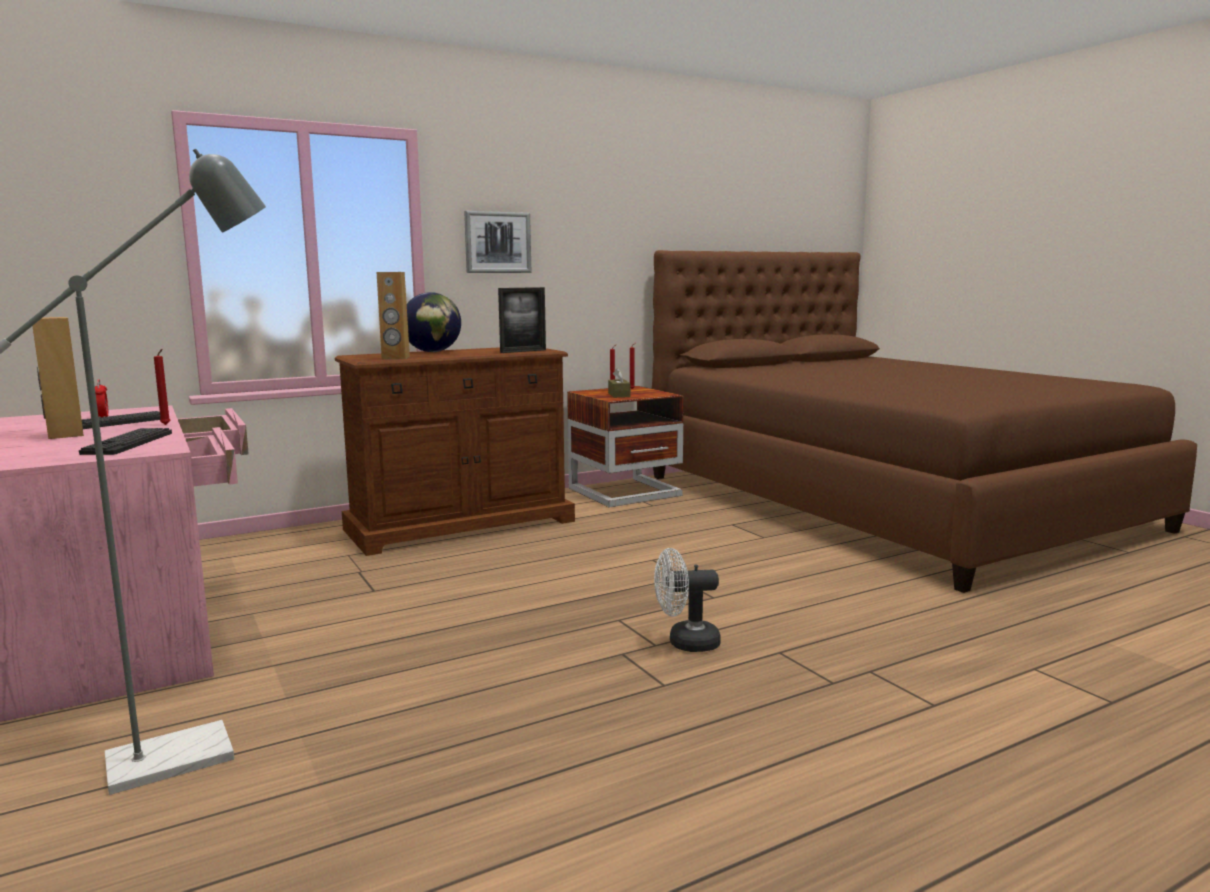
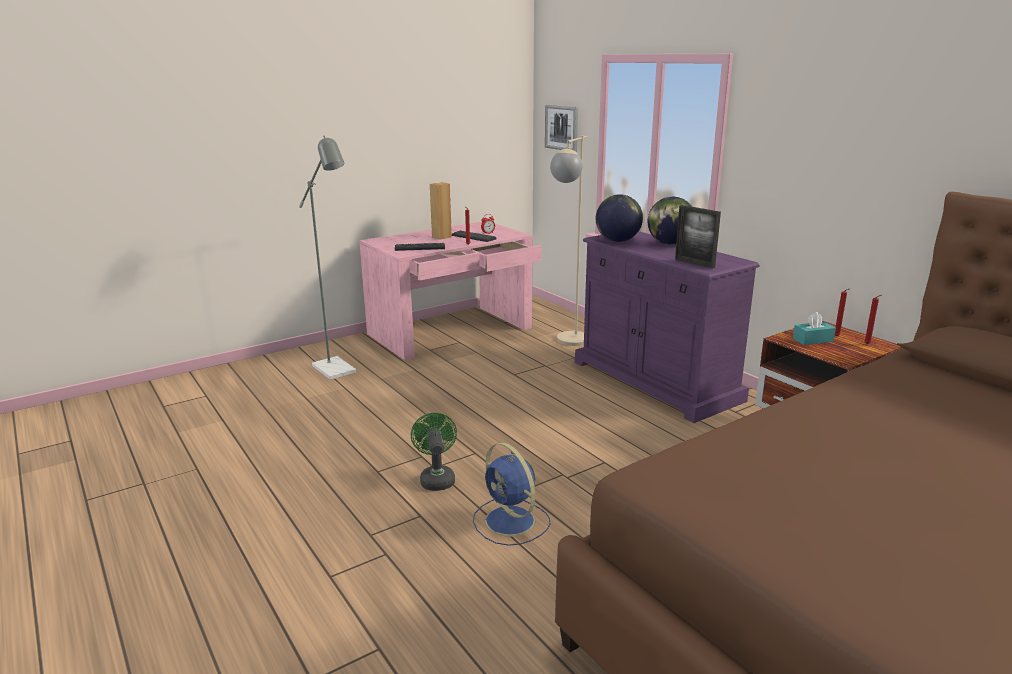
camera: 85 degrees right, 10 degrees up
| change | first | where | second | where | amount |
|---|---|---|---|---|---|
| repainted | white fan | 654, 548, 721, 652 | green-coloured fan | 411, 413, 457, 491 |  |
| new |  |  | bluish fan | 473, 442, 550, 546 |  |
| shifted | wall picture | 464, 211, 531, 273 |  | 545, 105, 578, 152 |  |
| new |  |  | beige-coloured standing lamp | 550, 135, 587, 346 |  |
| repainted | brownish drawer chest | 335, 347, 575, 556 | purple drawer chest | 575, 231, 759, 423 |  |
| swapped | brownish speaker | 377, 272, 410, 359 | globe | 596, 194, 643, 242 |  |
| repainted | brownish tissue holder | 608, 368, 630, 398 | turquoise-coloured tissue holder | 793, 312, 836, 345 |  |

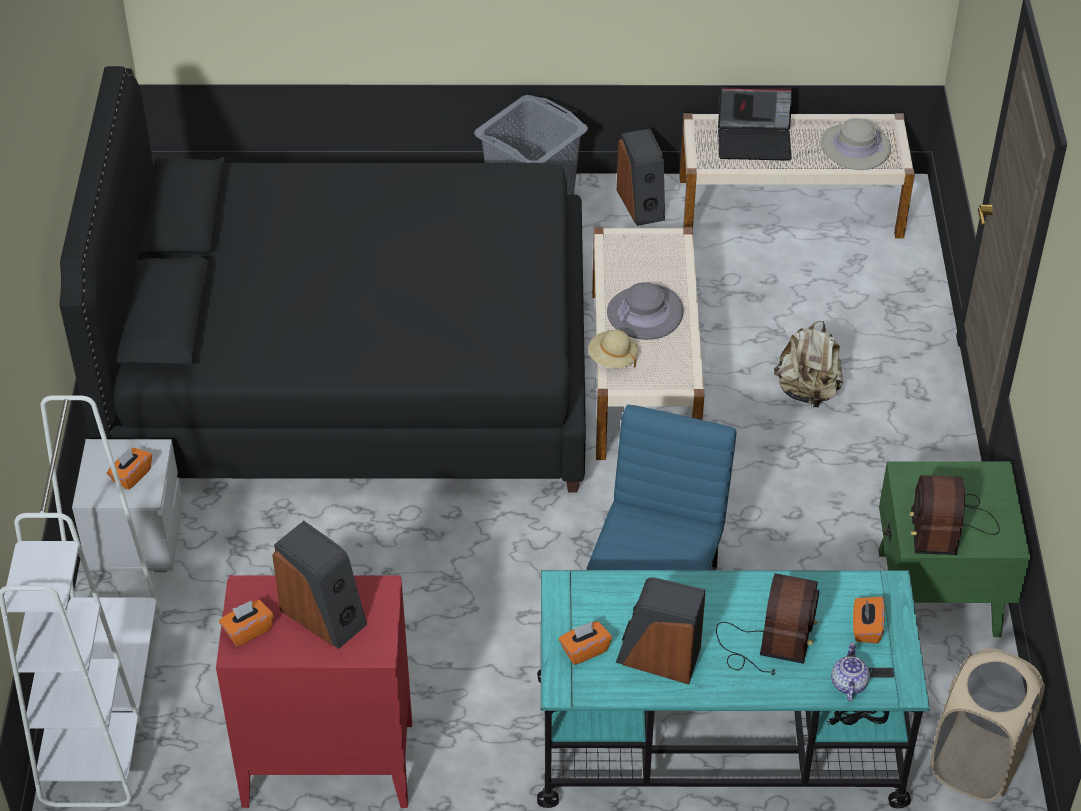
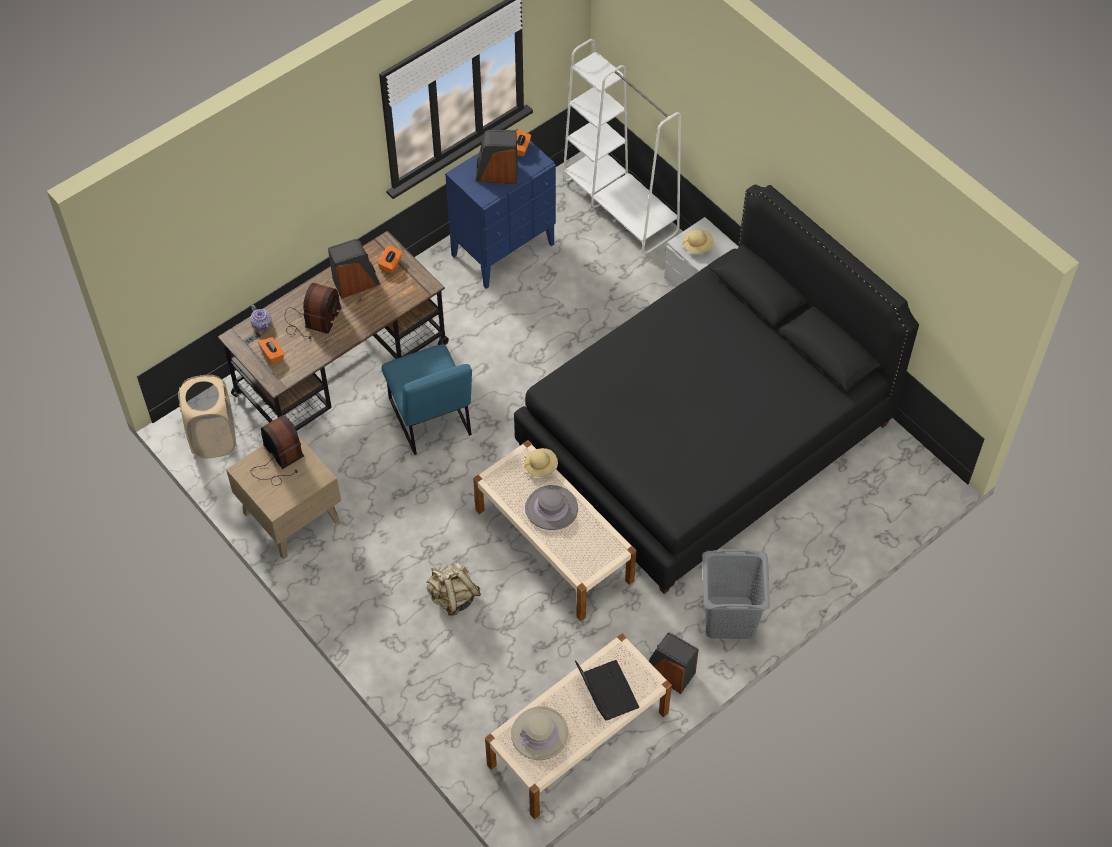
camera: 140 degrees right, 10 degrees up
| change | first | where | second | where | amount |
|---|---|---|---|---|---|
| repainted | turquoise-coloured desk unit | 537, 570, 930, 808 | brownish desk unit | 218, 231, 449, 431 |  |
| repainted | green-coloured nightstand | 878, 461, 1030, 637 | beige-coloured nightstand | 226, 436, 341, 559 |  |
| rotated | radio receiver | 716, 573, 819, 675 |  | 285, 283, 342, 339 | 135 degrees counterclockwise |
| repainted | red-coloured drawer chest | 216, 575, 412, 808 | bluish drawer chest | 445, 129, 556, 289 |  |
| rotated | laptop | 718, 87, 793, 161 |  | 575, 660, 639, 720 | 105 degrees clockwise |
| swapped | orangey tissue holder | 107, 447, 152, 490 | beige-coloured hat | 682, 229, 714, 254 |  |

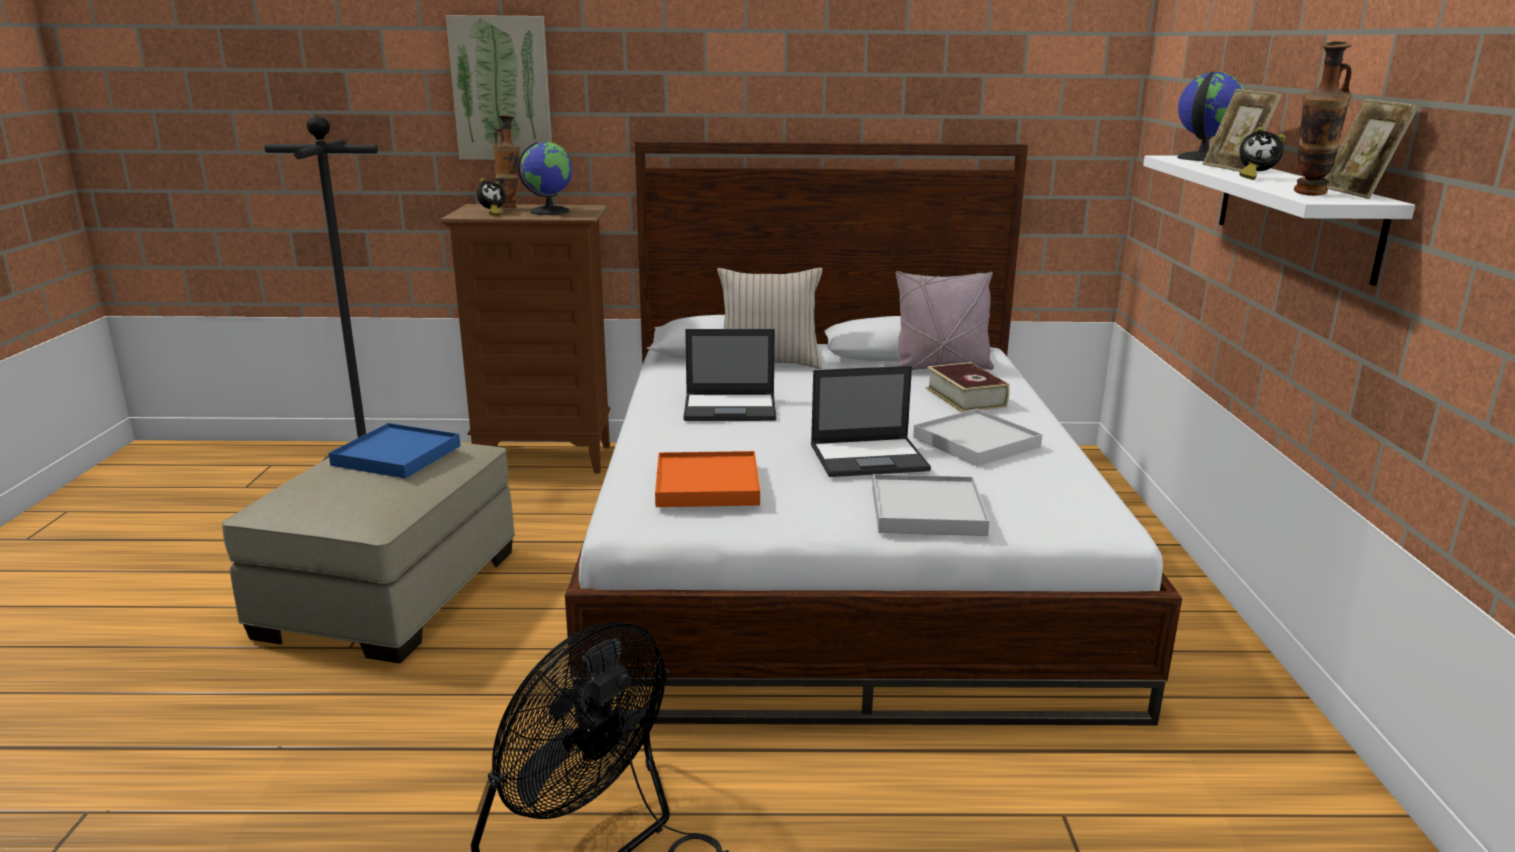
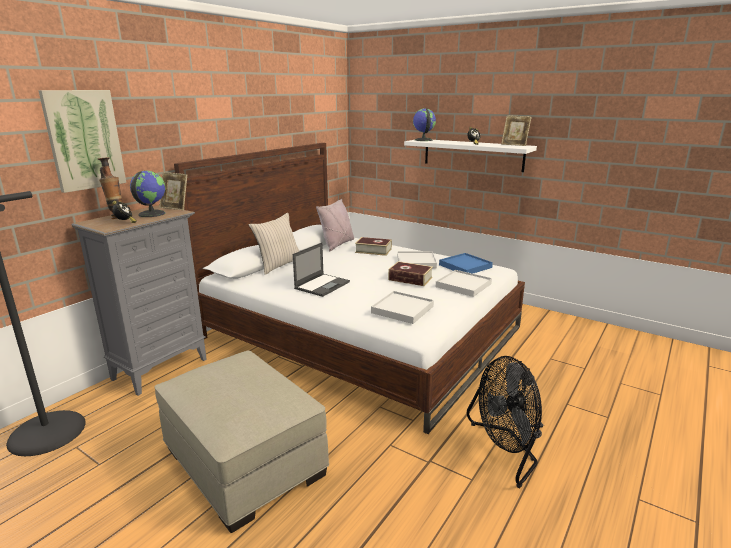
camera: 55 degrees left, 0 degrees up
| change | first | where | second | where | amount |
|---|---|---|---|---|---|
| repainted | brownish drawer chest | 440, 204, 611, 473 | greyish drawer chest | 72, 205, 207, 396 |  |
| shifted | photo frame | 1202, 89, 1282, 172 |  | 159, 172, 187, 210 |  |
| repainted | orangey serving tray | 655, 451, 760, 507 | white serving tray | 371, 291, 434, 324 |  |
| swapped | laptop | 811, 366, 931, 477 | book | 388, 261, 433, 286 |  |
| shifted | bluish serving tray | 329, 423, 460, 479 |  | 439, 253, 493, 274 |  |
| gone | flower vase | 1294, 41, 1352, 196 |  |  |  |

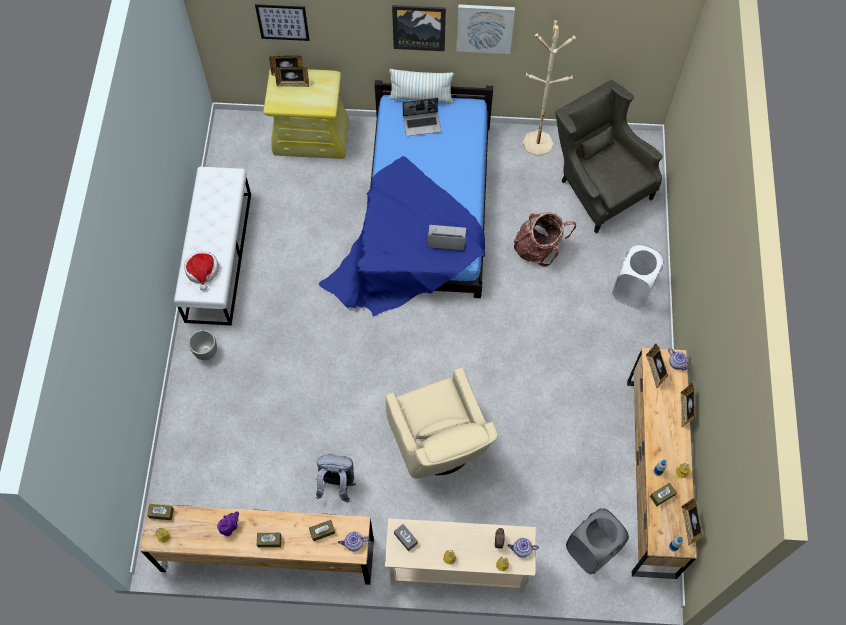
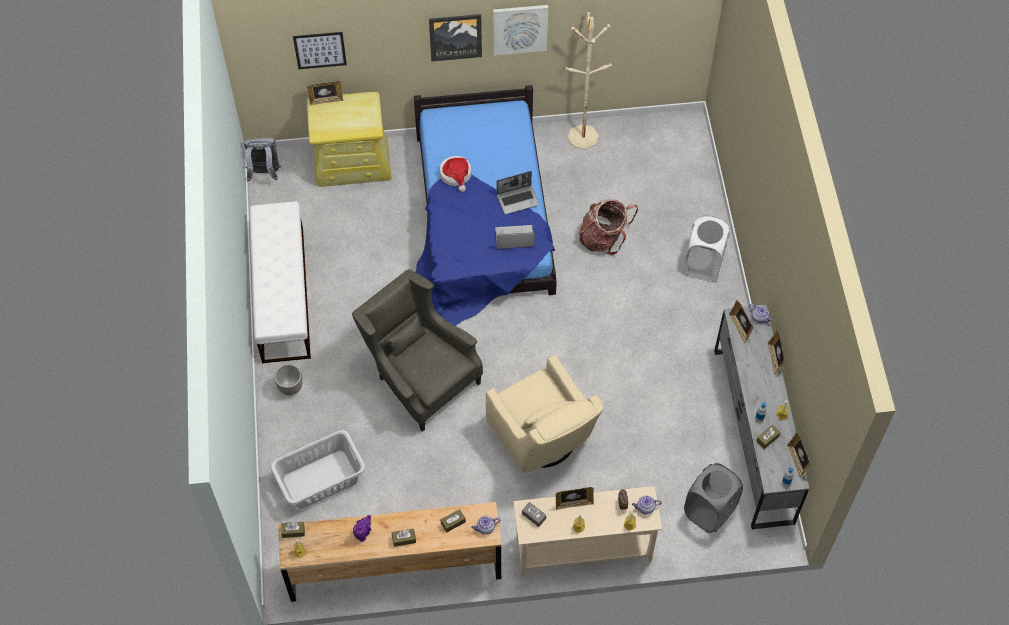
camera: 10 degrees left, 5 degrees down
| change | first | where | second | where | amount |
|---|---|---|---|---|---|
| shifted | greyish knapsack | 316, 454, 356, 503 |  | 244, 138, 281, 181 |  |
| new |  |  | greyish hamper | 270, 430, 366, 509 |  |
| shifted | greyish armchair | 556, 80, 663, 233 |  | 352, 269, 483, 432 |  |
| shifted | hat | 184, 251, 219, 291 |  | 439, 156, 472, 192 |  |
| shifted | laptop | 402, 98, 441, 136 |  | 497, 171, 539, 214 |  |
| shifted | photo frame | 274, 67, 309, 87 |  | 556, 487, 594, 510 |  |
| repainted | brownish drawer chest | 627, 348, 697, 579 | greyish drawer chest | 714, 305, 809, 529 |  |
| gone | cushion | 389, 69, 454, 104 |  |  |  |

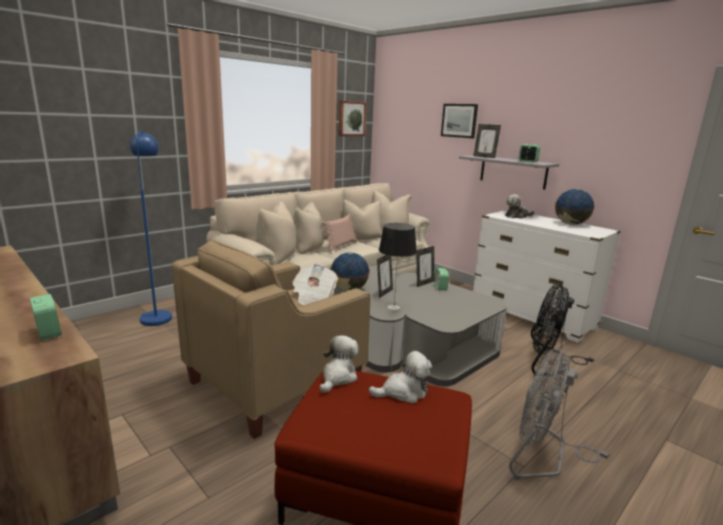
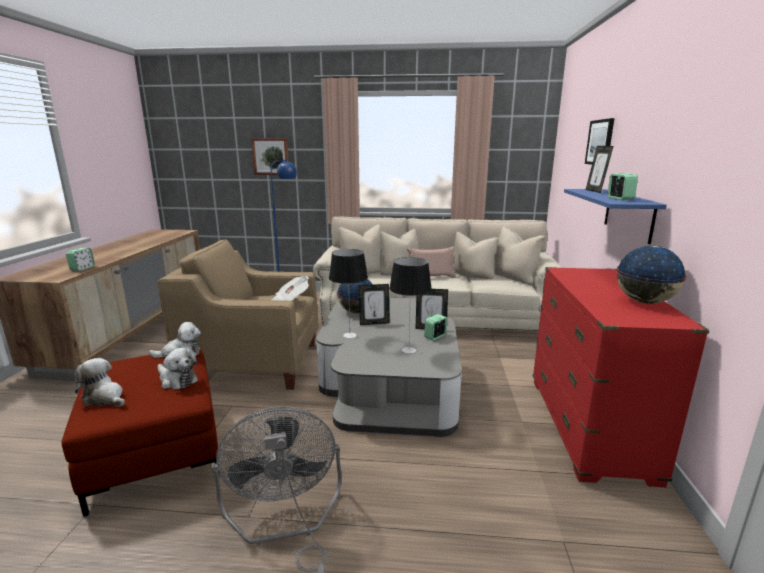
camera: 50 degrees right, 0 degrees up
| change | first | where | second | where | amount |
|---|---|---|---|---|---|
| shifted | cuddly toy | 505, 194, 534, 218 |  | 75, 358, 125, 407 |  |
| shifted | wall picture | 339, 101, 366, 136 |  | 251, 138, 289, 175 |  |
| new |  |  | tabletop lamp | 389, 257, 432, 354 |  |
| repainted | white drawer chest | 473, 210, 621, 343 | red-coloured drawer chest | 533, 267, 710, 487 |  |
| repainted | greyish bracket shelf | 459, 155, 559, 190 | bluish bracket shelf | 564, 189, 667, 244 |  |
| gone | black fan | 531, 285, 594, 376 |  |  |  |

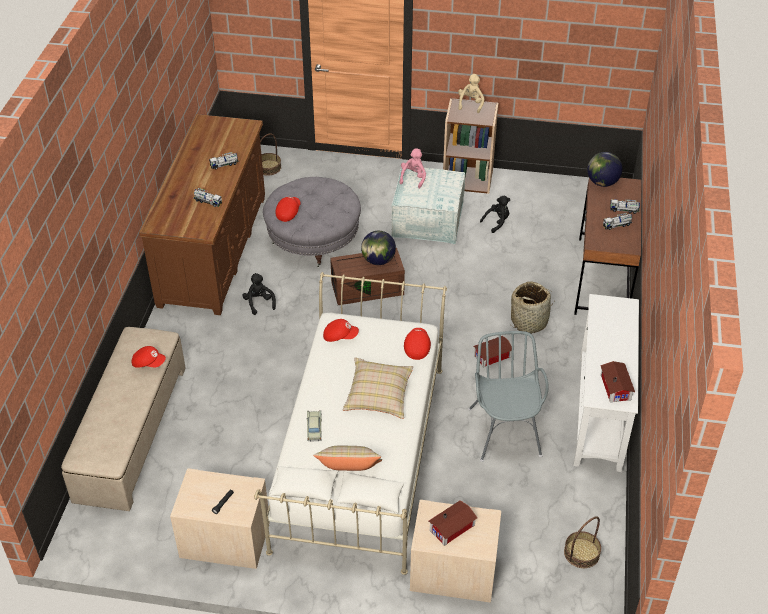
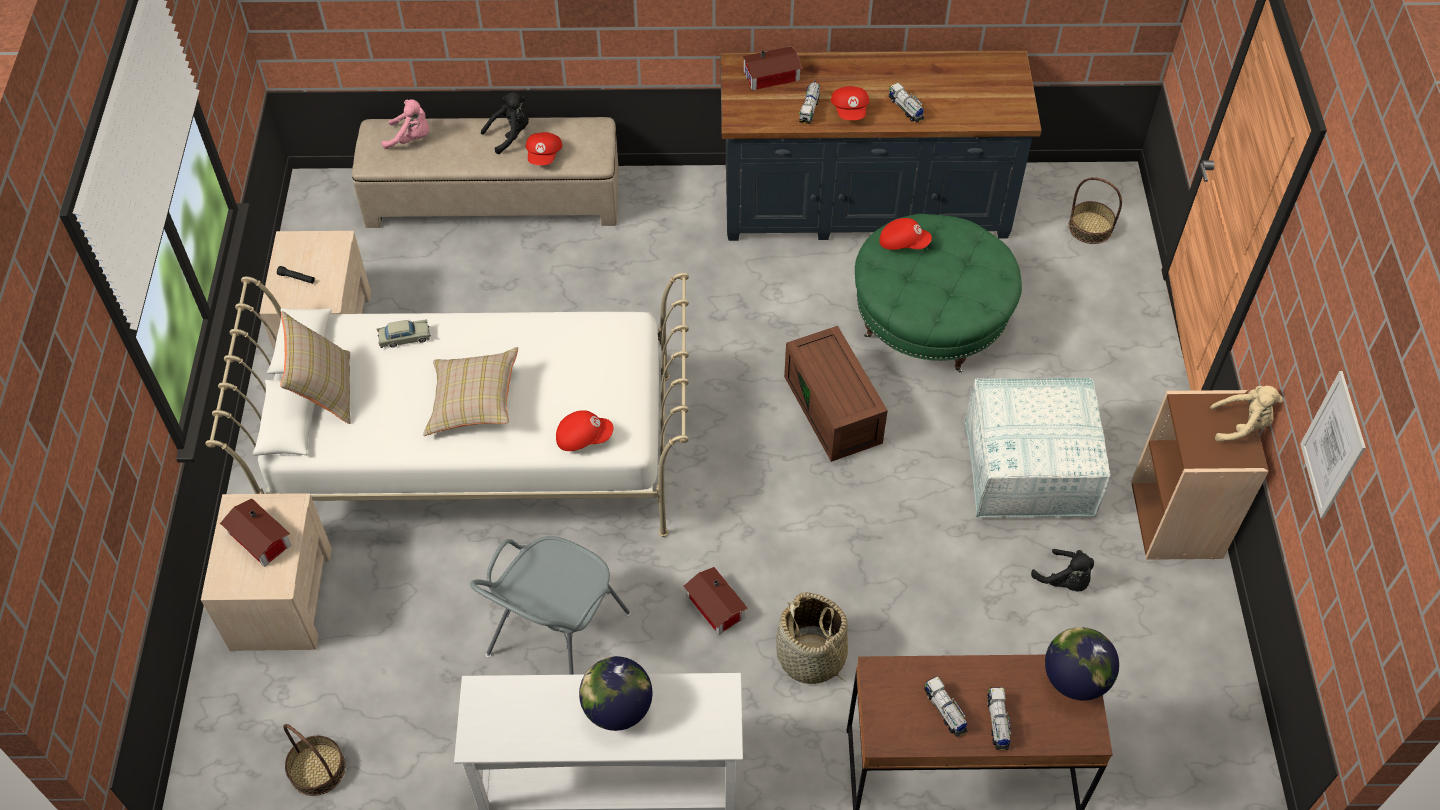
camera: 80 degrees right, 10 degrees up
| change | first | where | second | where | amount |
|---|---|---|---|---|---|
| shifted | pinkish cuddly toy | 400, 148, 426, 189 |  | 382, 99, 429, 149 |  |
| rotated | greyish upright chair | 469, 331, 549, 462 |  | 470, 536, 631, 675 | 135 degrees clockwise |
| shifted | black cuddly toy | 242, 273, 276, 315 |  | 481, 92, 529, 154 |  |
| shifted | globe | 361, 231, 396, 265 |  | 579, 656, 652, 731 |  |
| repainted | brownish drawer chest | 139, 114, 265, 315 | bluish drawer chest | 720, 50, 1042, 241 |  |
| shifted | model house | 600, 361, 635, 402 |  | 742, 46, 802, 90 |  |
| shifted | red-coloured cap | 323, 319, 359, 342 |  | 831, 86, 869, 120 |  |
| repainted | greyish footrest | 263, 177, 361, 267 | green-coloured footrest | 855, 214, 1022, 373 |  |
| new |  |  | wall picture | 1300, 371, 1366, 518 |  |

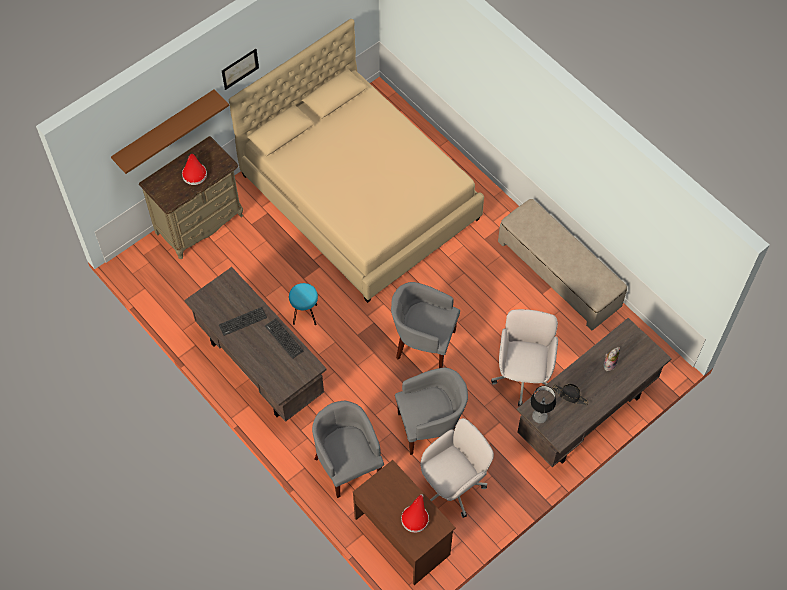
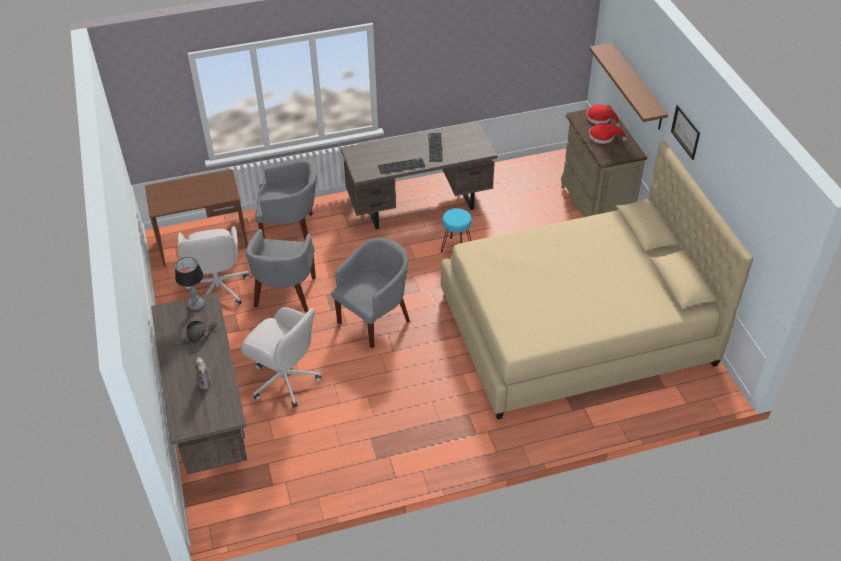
camera: 115 degrees right, 15 degrees down
| change | first | where | second | where | amount |
|---|---|---|---|---|---|
| shifted | red-coloured hat | 401, 494, 429, 533 |  | 586, 104, 620, 127 |  |
| gone | beige-coloured long seat | 498, 199, 627, 331 |  |  |  |

